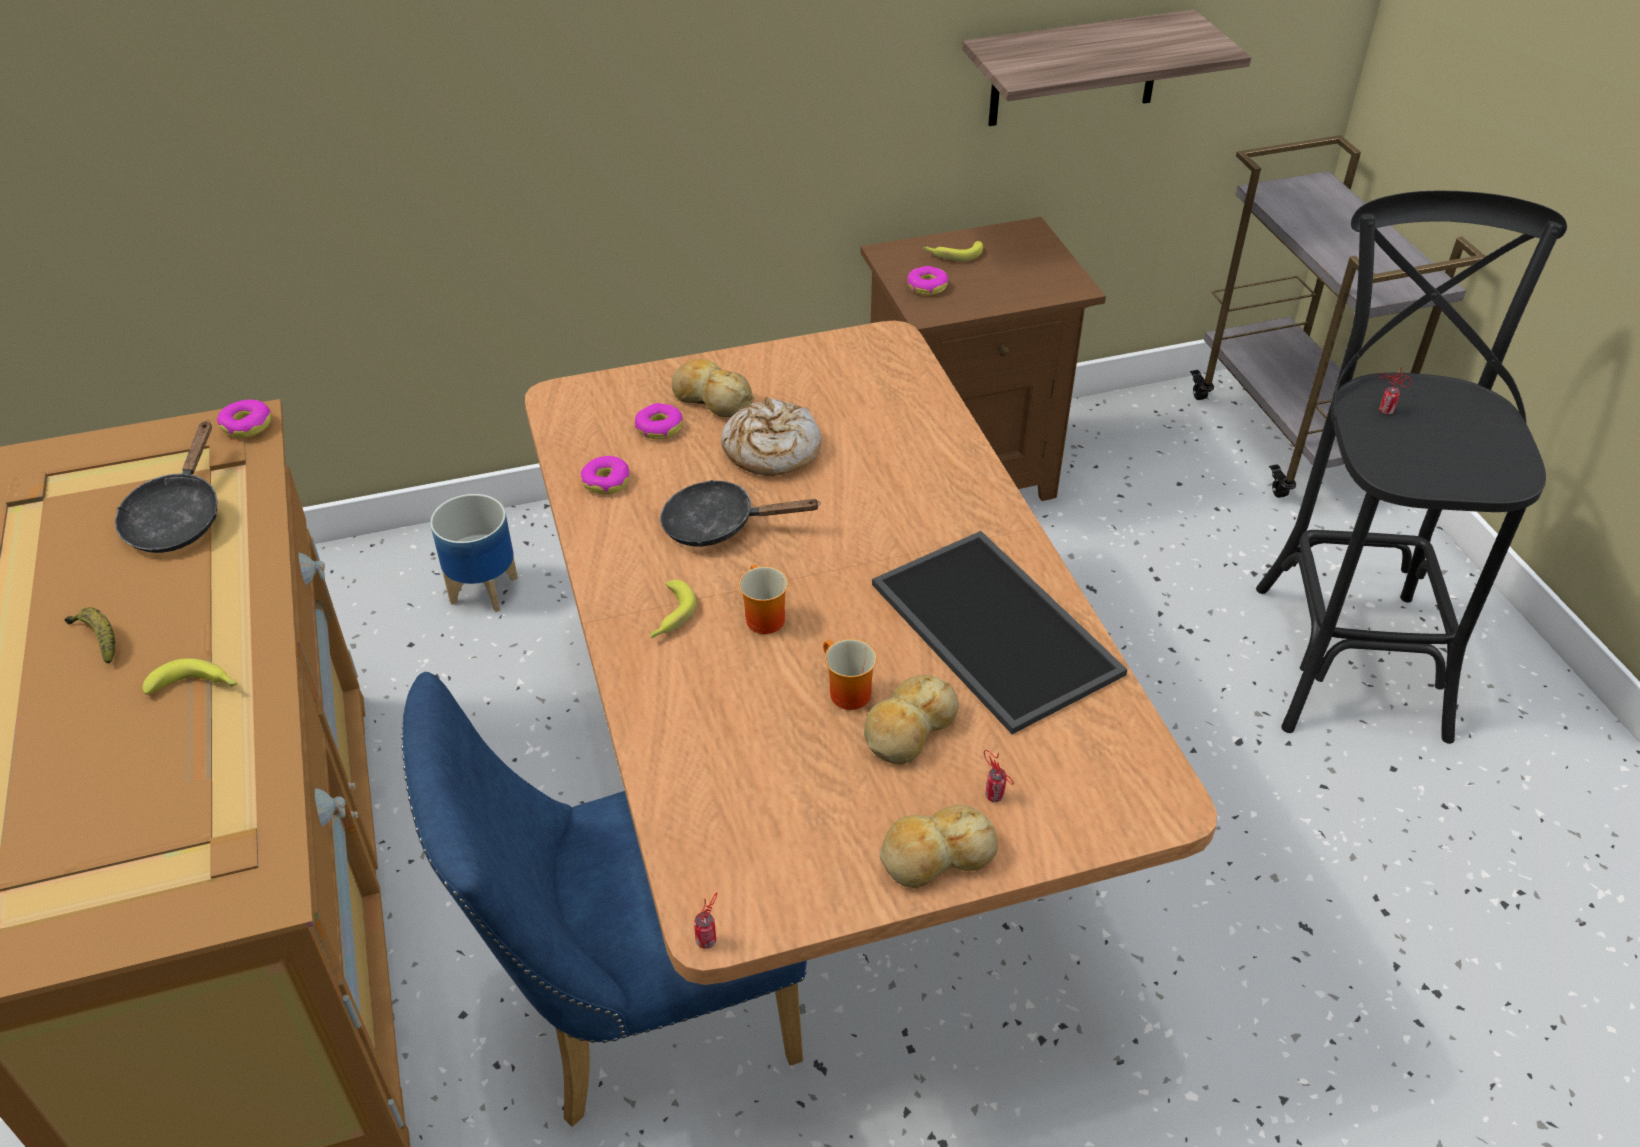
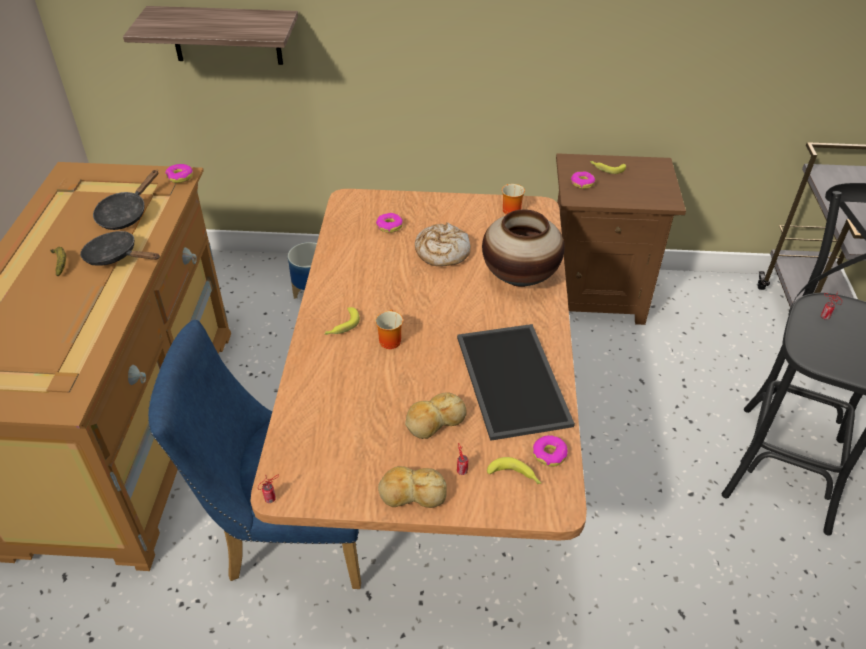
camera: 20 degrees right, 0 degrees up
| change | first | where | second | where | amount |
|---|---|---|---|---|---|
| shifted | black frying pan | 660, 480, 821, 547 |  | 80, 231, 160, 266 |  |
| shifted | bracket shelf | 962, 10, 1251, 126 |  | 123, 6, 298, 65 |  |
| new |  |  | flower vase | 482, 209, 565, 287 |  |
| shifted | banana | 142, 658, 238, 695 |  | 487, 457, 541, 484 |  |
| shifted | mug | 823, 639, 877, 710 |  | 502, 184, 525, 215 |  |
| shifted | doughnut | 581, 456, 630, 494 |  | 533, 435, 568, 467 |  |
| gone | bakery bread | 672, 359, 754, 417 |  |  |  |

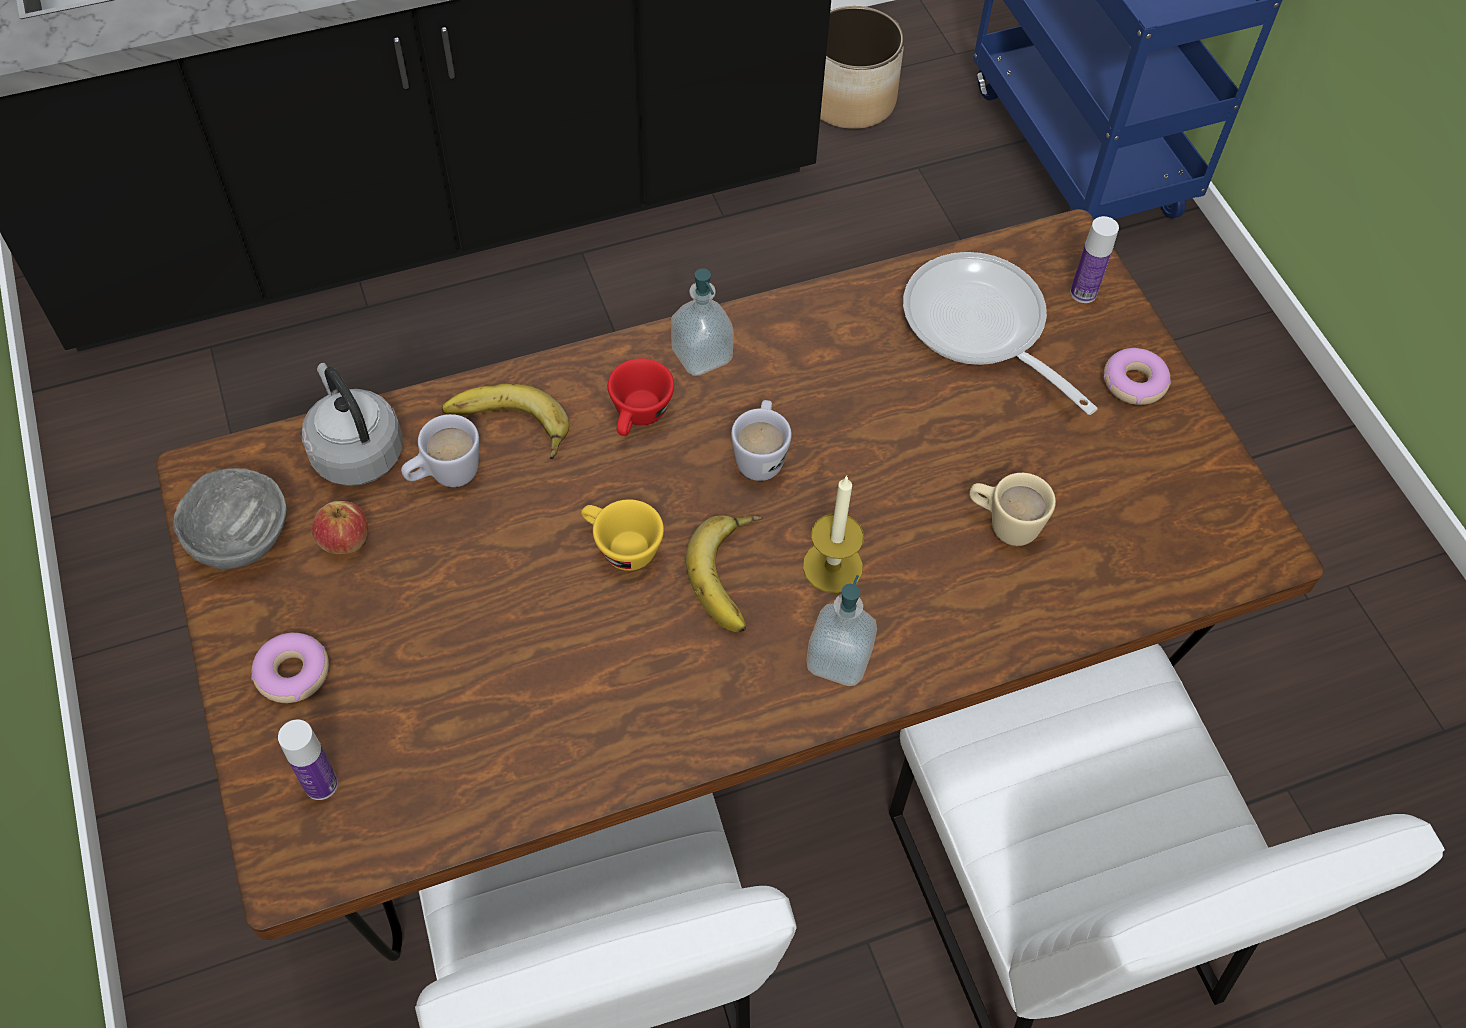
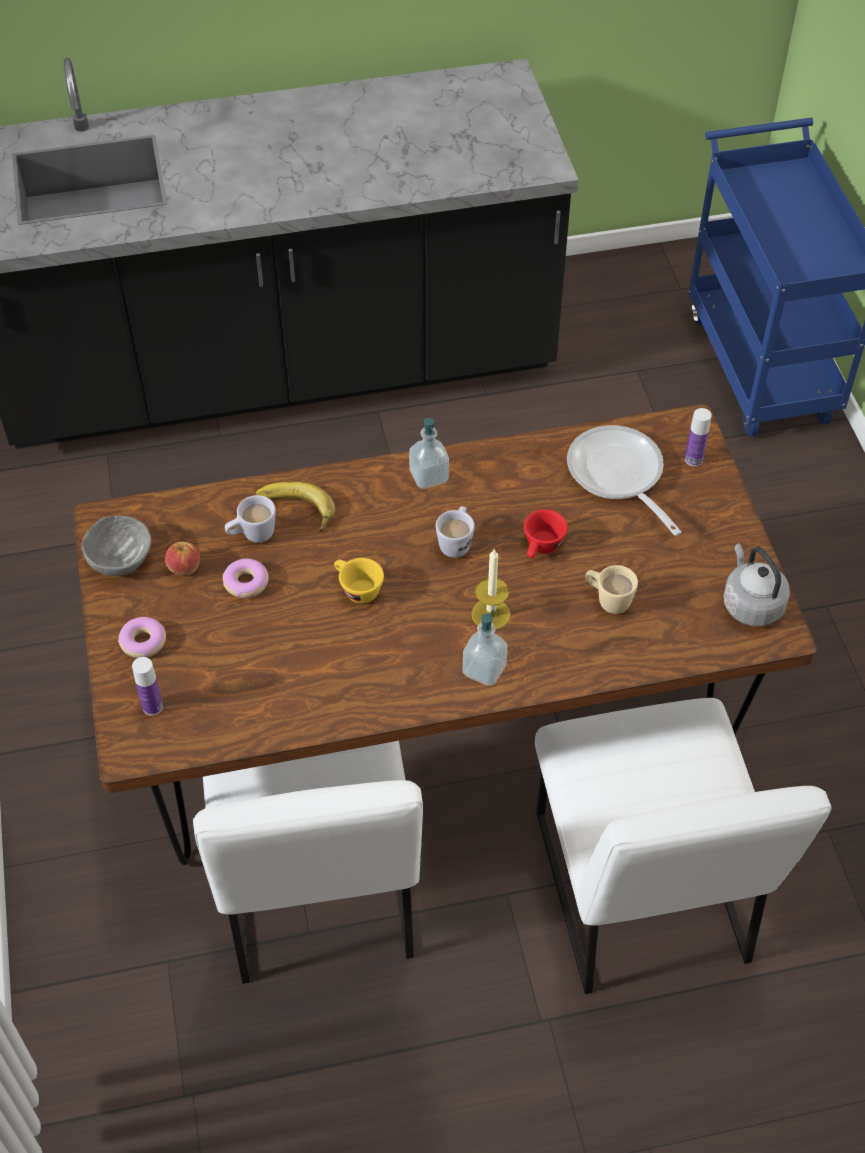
camera: 10 degrees right, 5 degrees down
| change | first | where | second | where | amount |
|---|---|---|---|---|---|
| shifted | doughnut | 1103, 348, 1171, 405 |  | 223, 559, 269, 598 |  |
| shifted | red-coloured drinking cup | 608, 358, 674, 436 |  | 524, 509, 568, 559 |  |
| shifted | greyish water kettle | 302, 363, 403, 486 |  | 723, 543, 790, 626 |  |
| gone | banana | 686, 515, 763, 632 |  |  |  |
| gone | plant pot | 820, 6, 905, 129 |  |  |  |

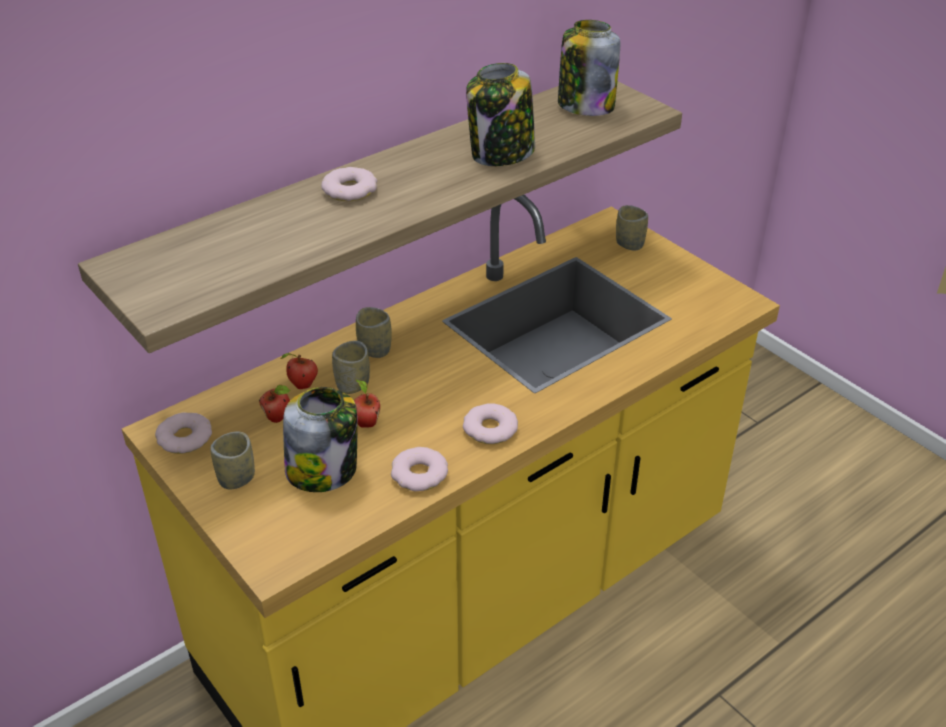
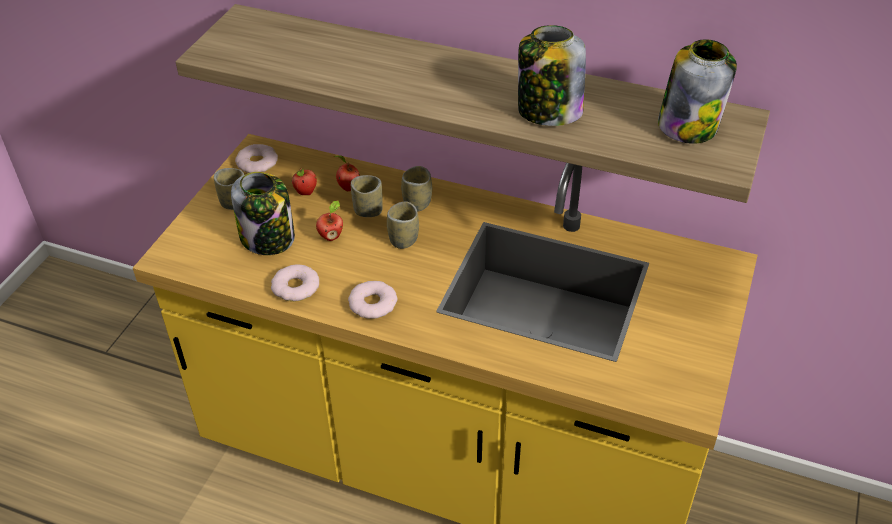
camera: 60 degrees right, 5 degrees up
| change | first | where | second | where | amount |
|---|---|---|---|---|---|
| shifted | drinking cup | 616, 205, 648, 251 |  | 387, 201, 419, 249 |  |
| gone | doughnut | 321, 167, 377, 201 |  |  |  |

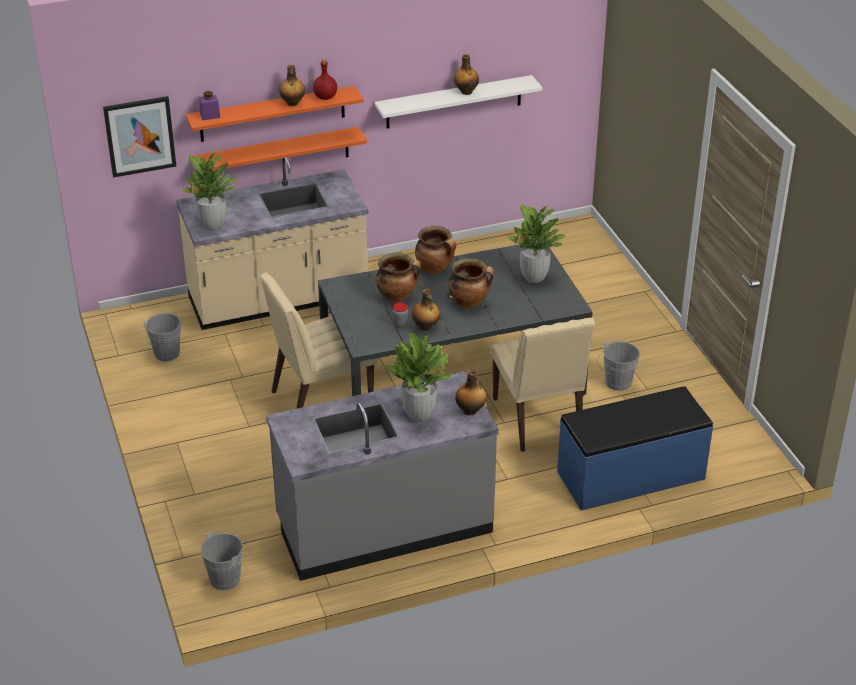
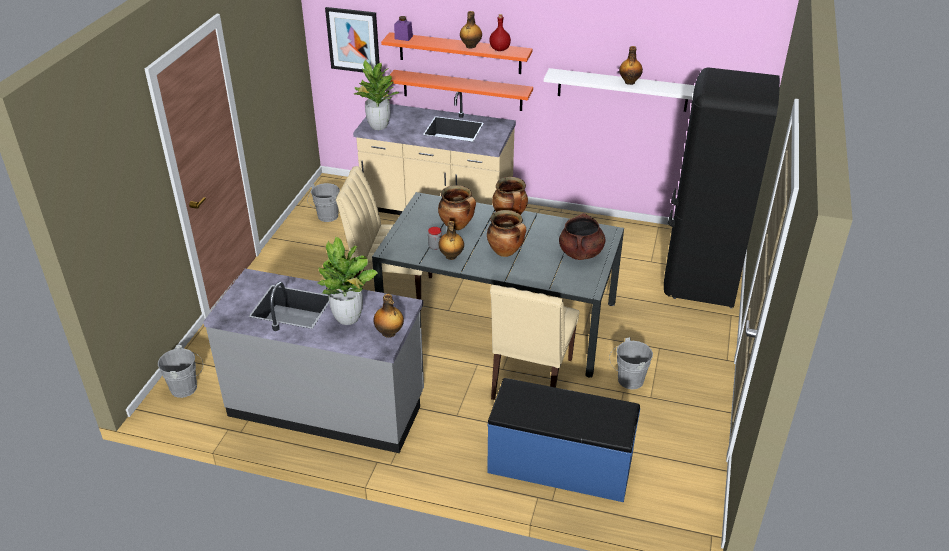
camera: 35 degrees right, 0 degrees up
| change | first | where | second | where | amount |
|---|---|---|---|---|---|
| swapped | plant in a pot | 507, 203, 565, 283 | brownish cooking pot | 559, 213, 605, 260 |  |
| new |  |  | black refrigerator | 664, 67, 780, 309 |  |

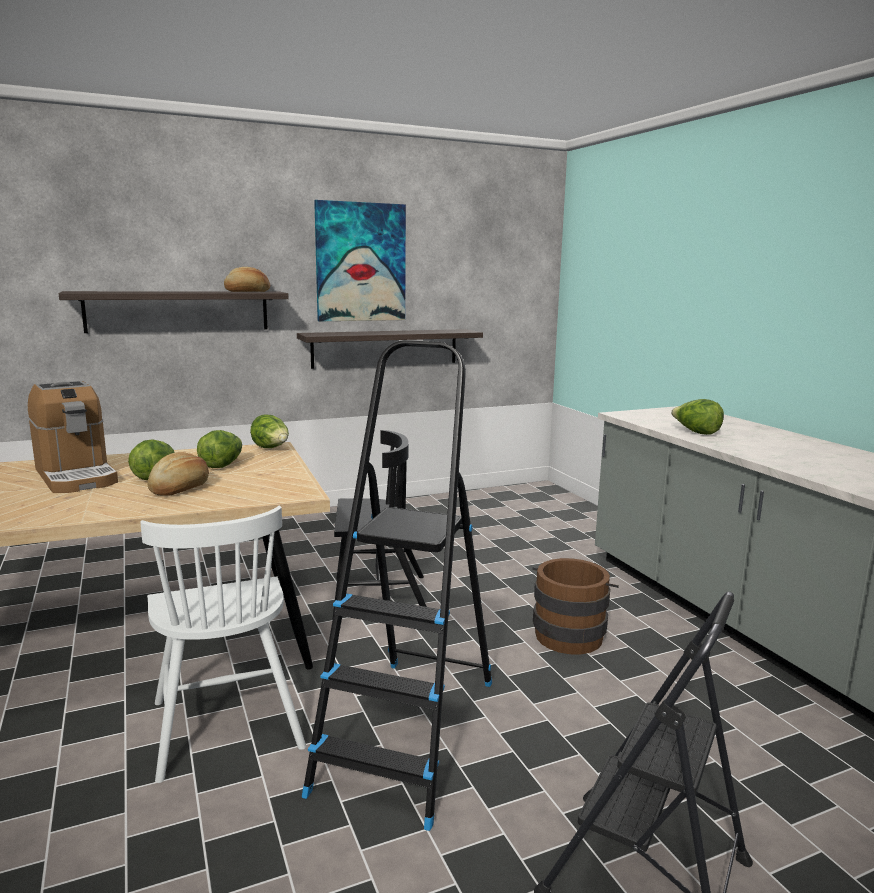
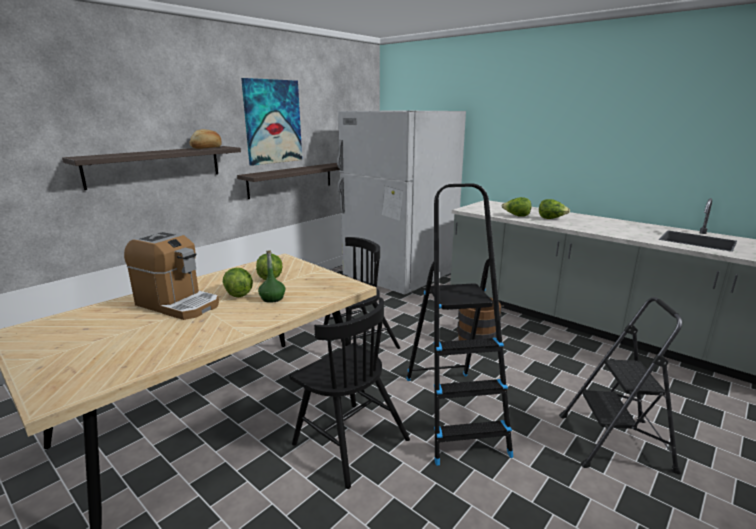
camera: 25 degrees left, 5 degrees up
| change | first | where | second | where | amount |
|---|---|---|---|---|---|
| swapped | bakery bread | 147, 452, 209, 496 | green-coloured drink bottle | 258, 251, 285, 303 |  |
| repainted | white upright chair | 140, 505, 306, 783 | black upright chair | 289, 297, 410, 489 |  |
| new |  |  | white refrigerator | 337, 110, 466, 294 |  |
| shifted | lettuce head | 250, 415, 289, 448 |  | 539, 199, 570, 219 |  |

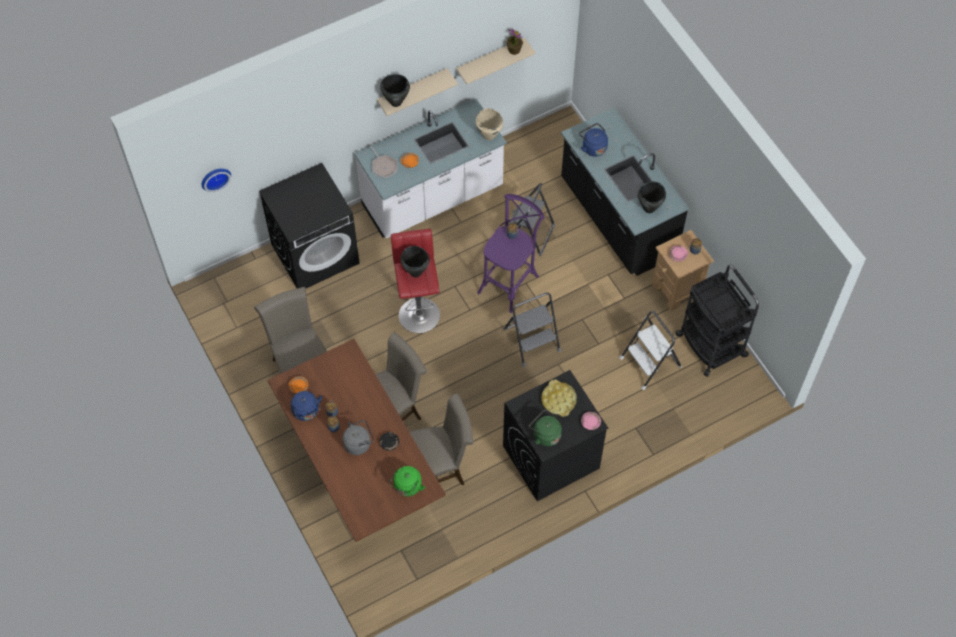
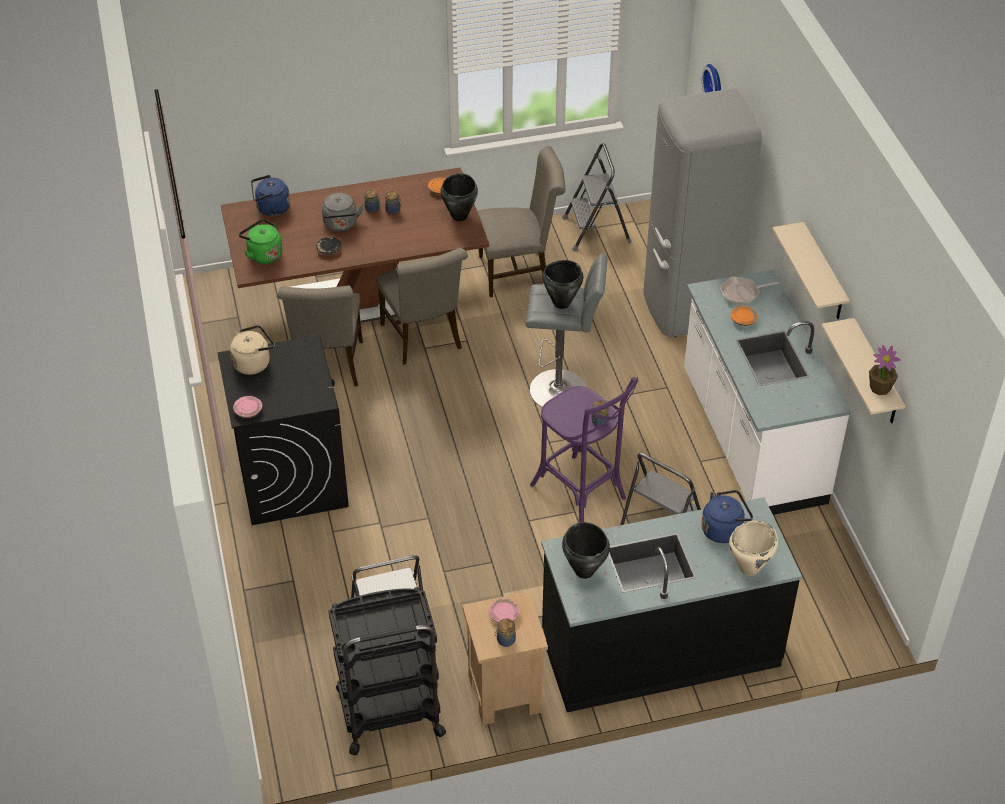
camera: 105 degrees right, 15 degrees down
| change | first | where | second | where | amount |
|---|---|---|---|---|---|
| repainted | green-coloured water kettle | 529, 409, 562, 446 | beige-coloured water kettle | 230, 325, 275, 375 |  |
| shifted | bluish water kettle | 291, 391, 322, 421 |  | 251, 175, 290, 216 |  |
| shifted | black cooking pot | 380, 74, 410, 107 |  | 440, 173, 478, 221 |  |
| repainted | red-coloured stool | 391, 229, 440, 333 | greyish stool | 525, 254, 608, 407 |  |
| shifted | greyish step ladder | 503, 292, 562, 367 |  | 562, 143, 631, 251 |  |
| swapped | black washing machine | 259, 163, 360, 289 | greyish refrigerator | 643, 88, 762, 338 |  |
| shifted | beige-coloured cooking pot | 476, 108, 503, 140 |  | 729, 521, 778, 576 |  |
| gone | yellow serving tray | 541, 379, 577, 417 |  |  |  |

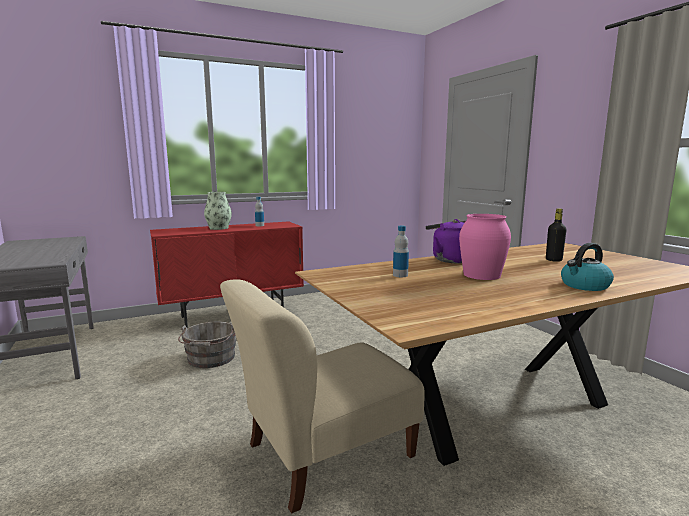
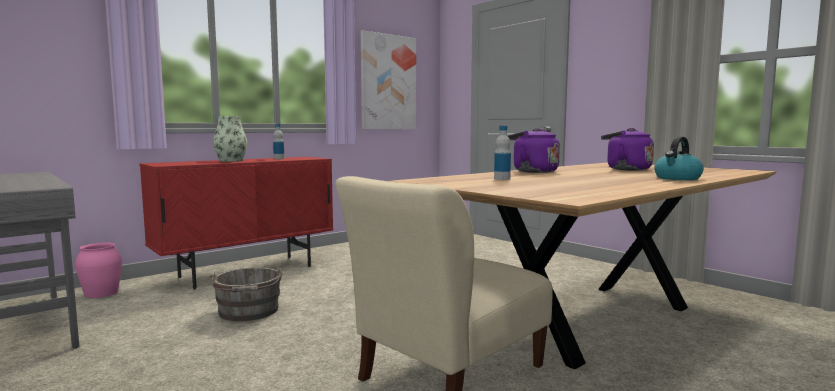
camera: 15 degrees left, 5 degrees down
| change | first | where | second | where | amount |
|---|---|---|---|---|---|
| shifted | pinkish flower vase | 459, 214, 511, 280 |  | 75, 243, 122, 298 |  |
| new |  |  | wall picture | 361, 30, 416, 129 |  |
| swapped | black drink bottle | 546, 208, 567, 262 | purple water kettle | 601, 128, 654, 171 |  |

